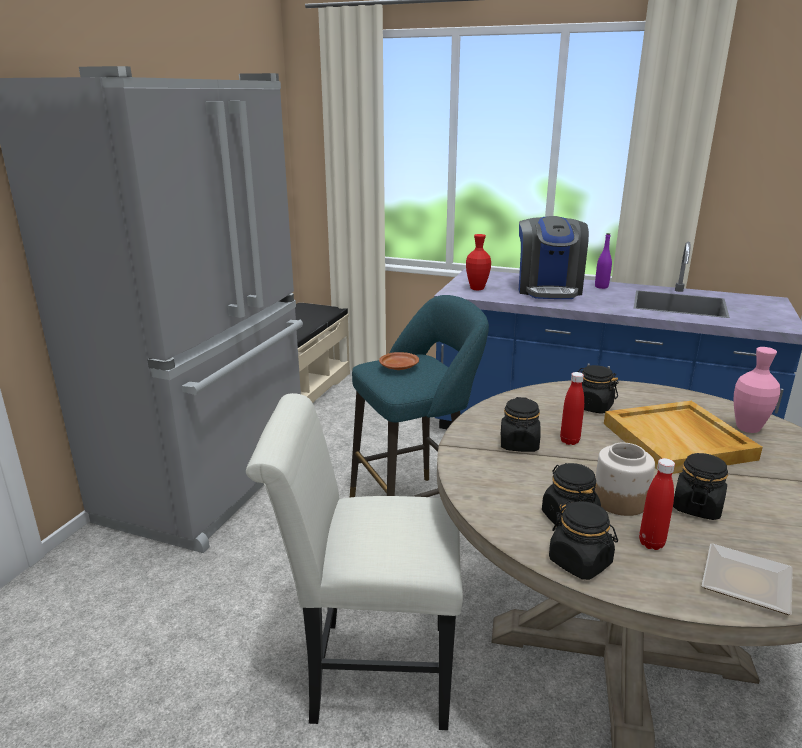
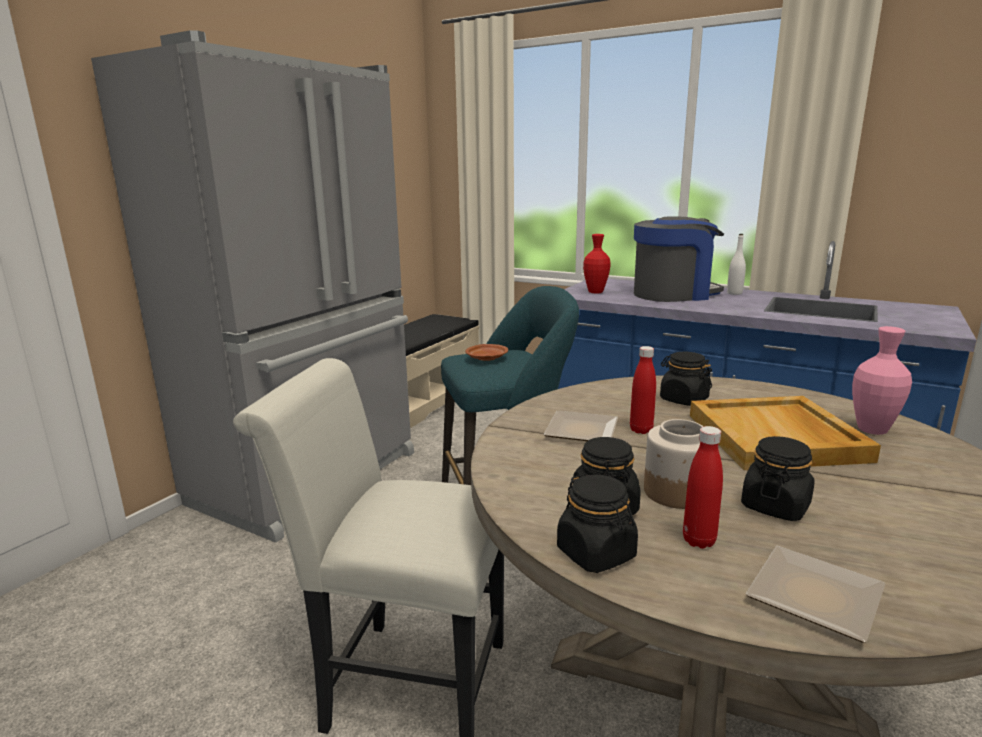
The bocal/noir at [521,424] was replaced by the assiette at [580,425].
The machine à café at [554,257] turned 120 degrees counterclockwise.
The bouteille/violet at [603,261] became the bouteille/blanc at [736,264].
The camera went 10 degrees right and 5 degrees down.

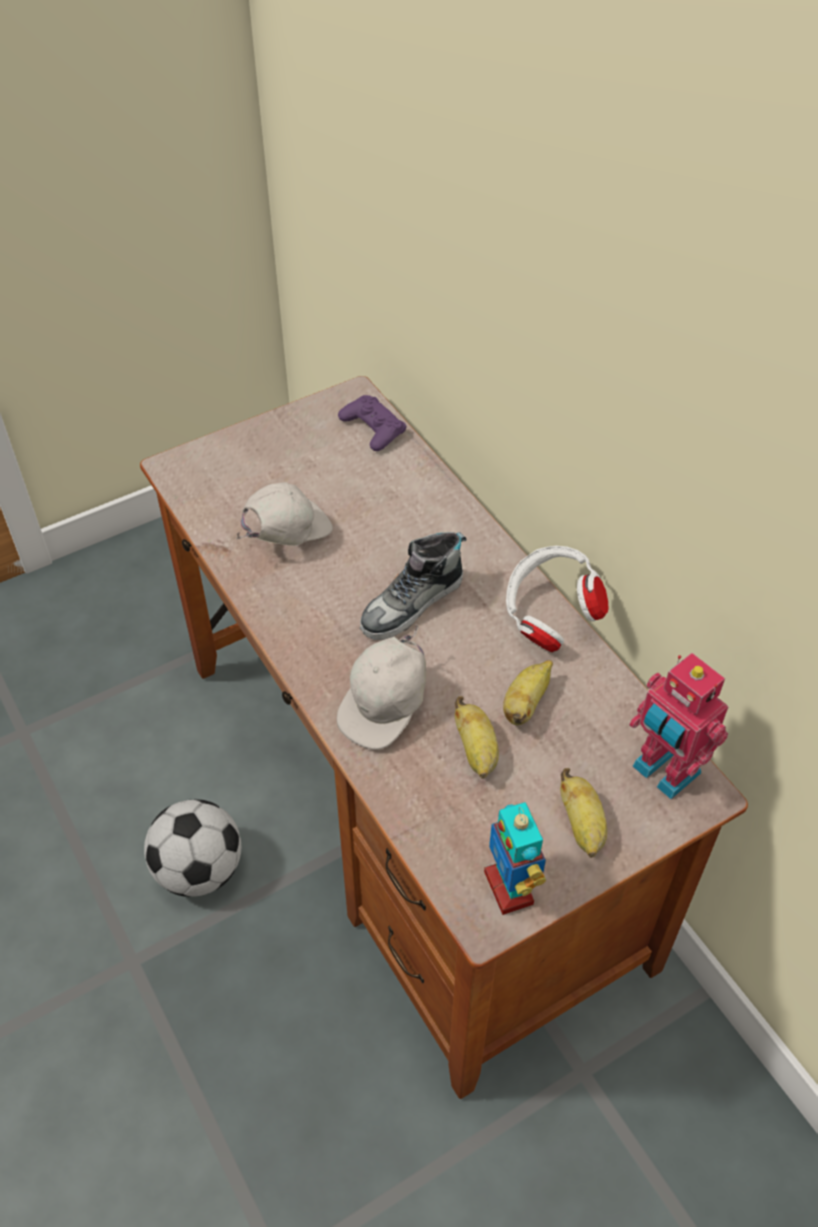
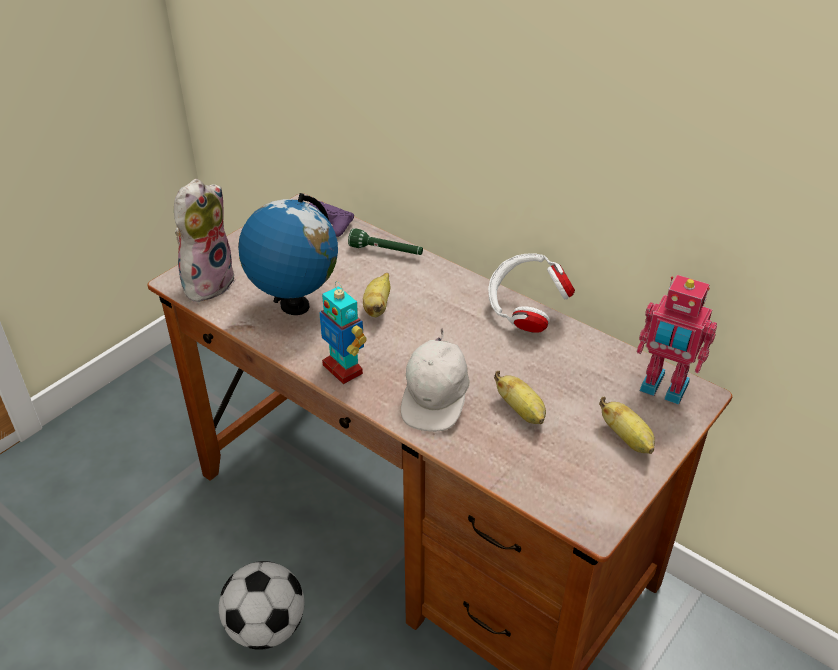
The peluche at [205,240] appeared.
The casquette/blanc at [284,514] was replaced by the globe at [288,254].
The robot jouet moved from [515,858] to [343,332].
The lampe de poche/vert at [385,241] appeared.
The banane moved from [528,692] to [376,295].
The chaussure at [413,586] disappeared.
The camera went 20 degrees left and 10 degrees down.

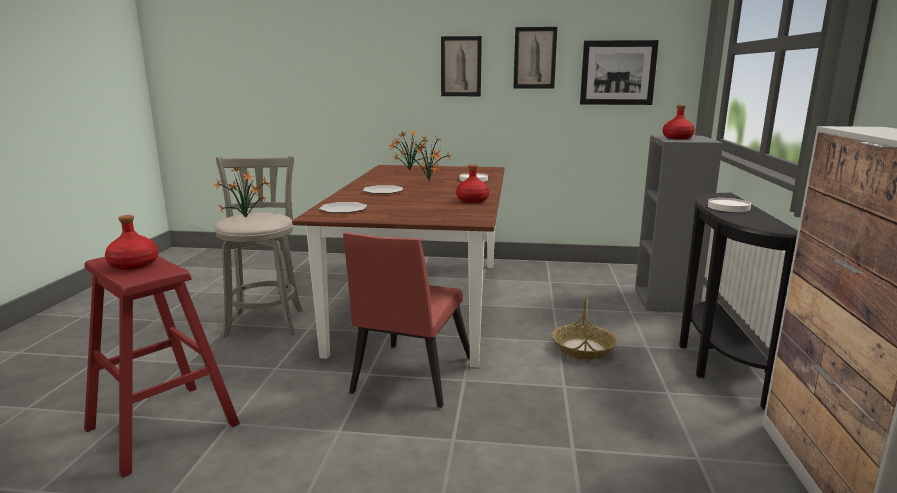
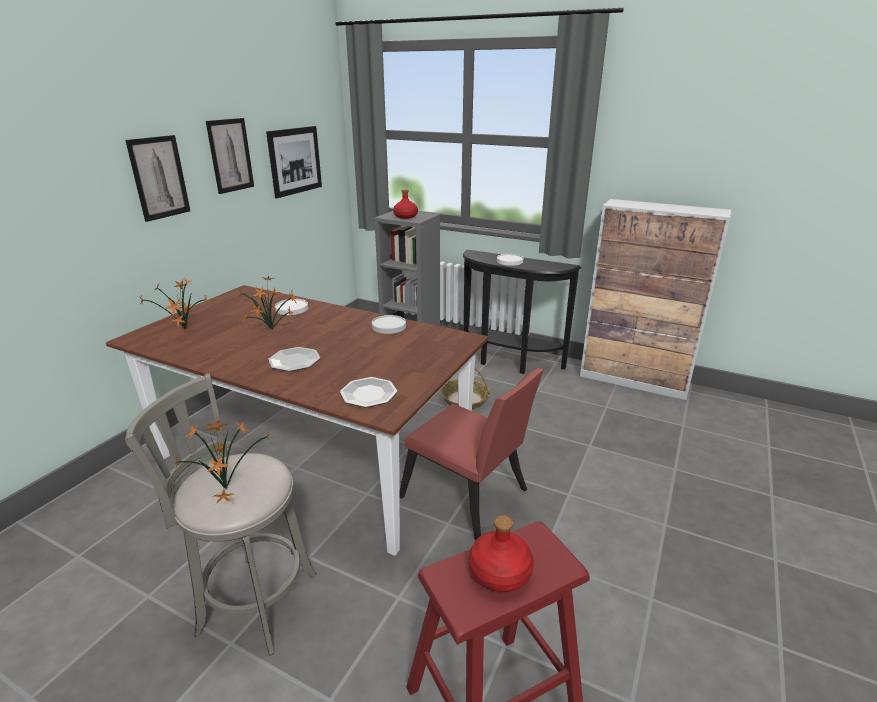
The bouteille/rouge at [472,184] was replaced by the assiette/blanc at [389,324].
The camera went 70 degrees left and 10 degrees up.

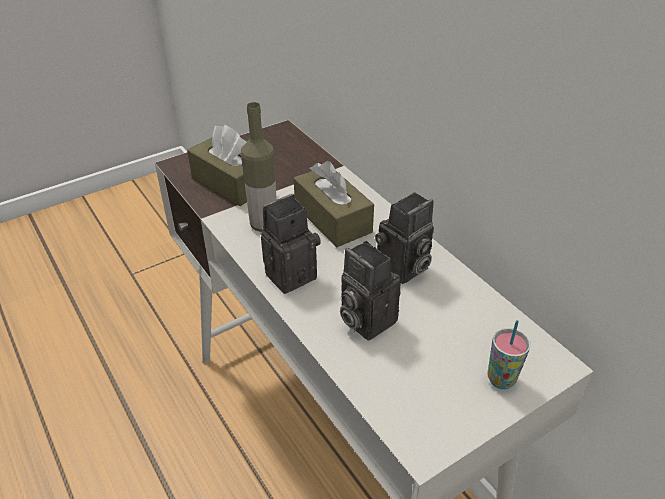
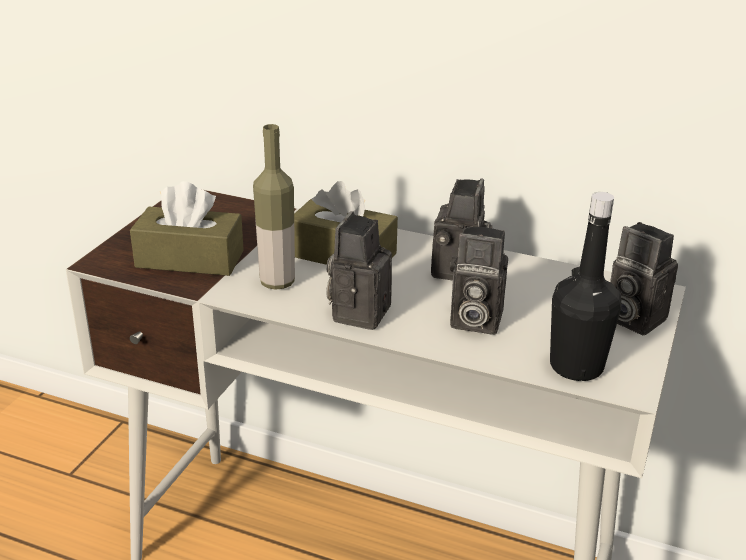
The bouteille/noir at [585,286] appeared.
The tasse at [509,354] was replaced by the appareil photo at [644,278].
The camera went 35 degrees left and 10 degrees down.

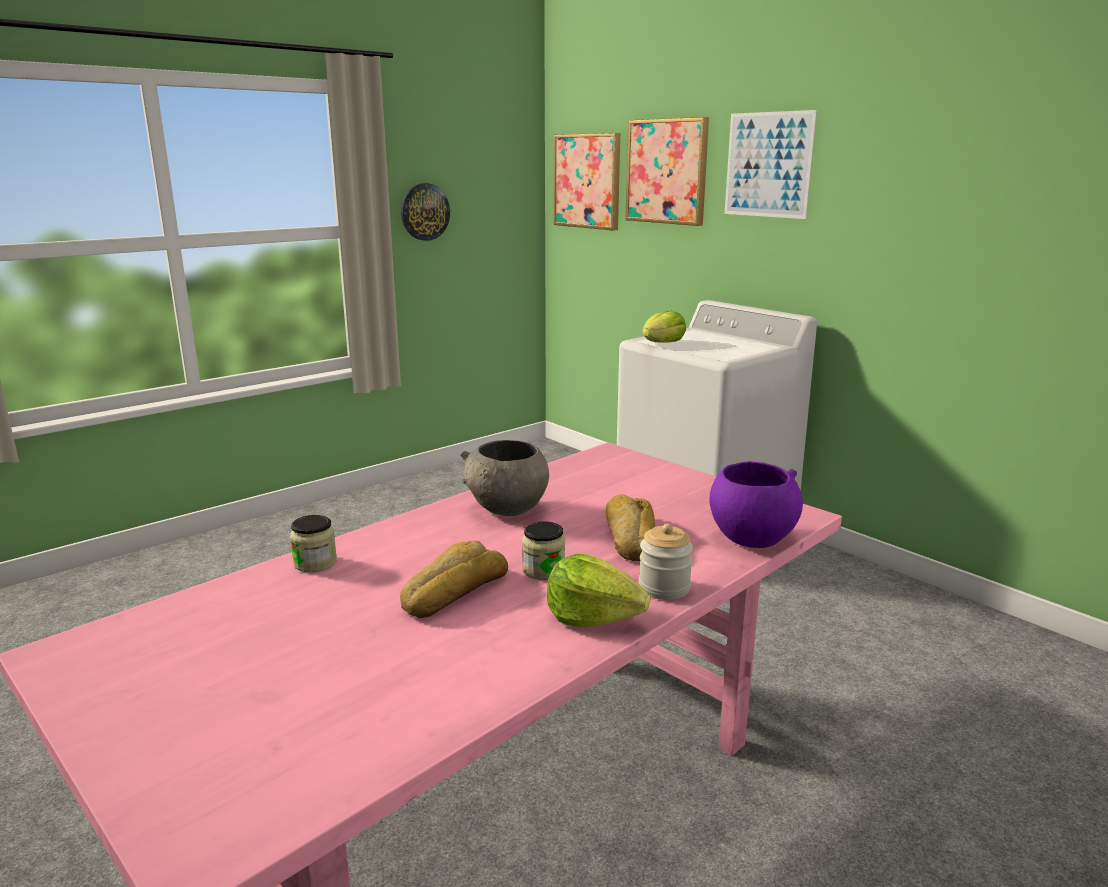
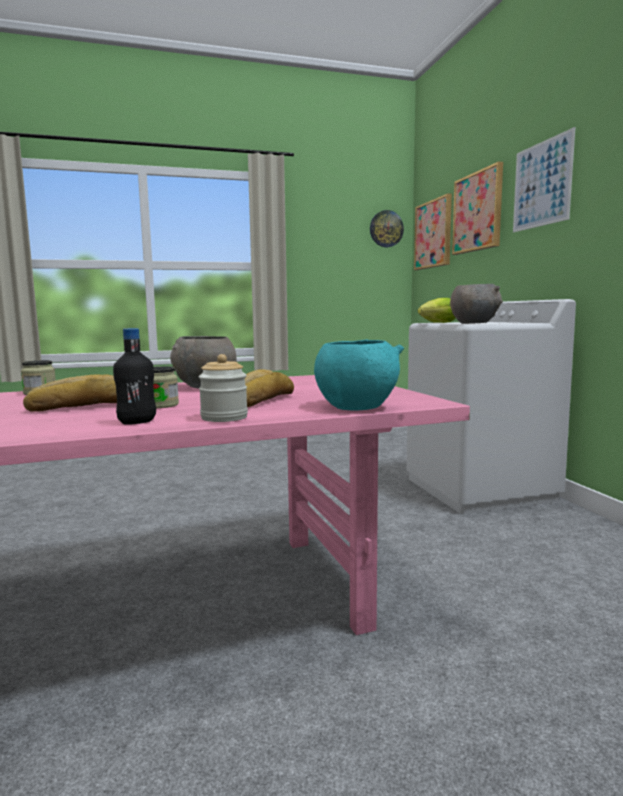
The laitue at [598,590] was replaced by the bouteille/noir at [134,376].
The bol/violet at [756,504] became the bol/turquoise at [359,375].
The horloge murale moved from [425,212] to [387,228].
The bol/gris at [476,304] appeared.
The camera went 25 degrees right and 10 degrees down.

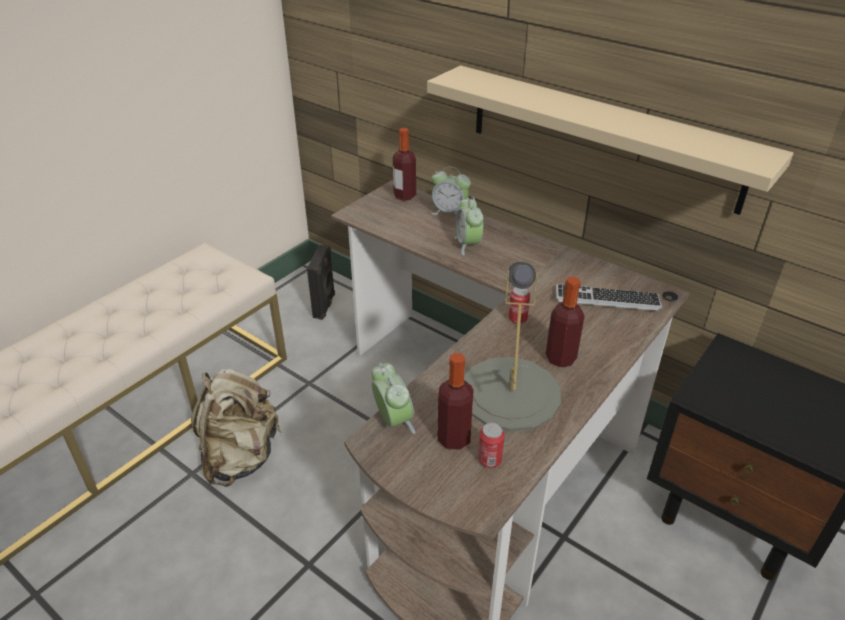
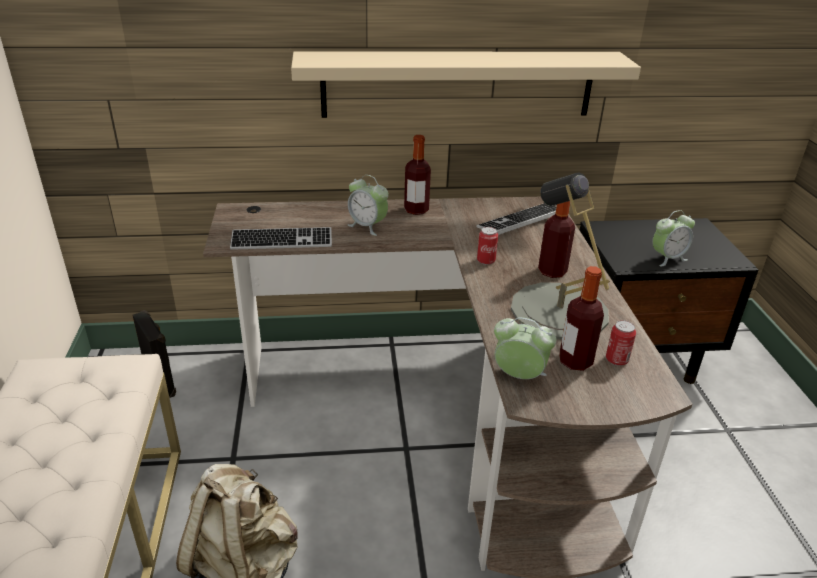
The clavier at [281,238] appeared.
The bouteille moved from [404,164] to [417,175].
The réveil moved from [451,192] to [673,238].
The camera went 45 degrees left and 5 degrees down.

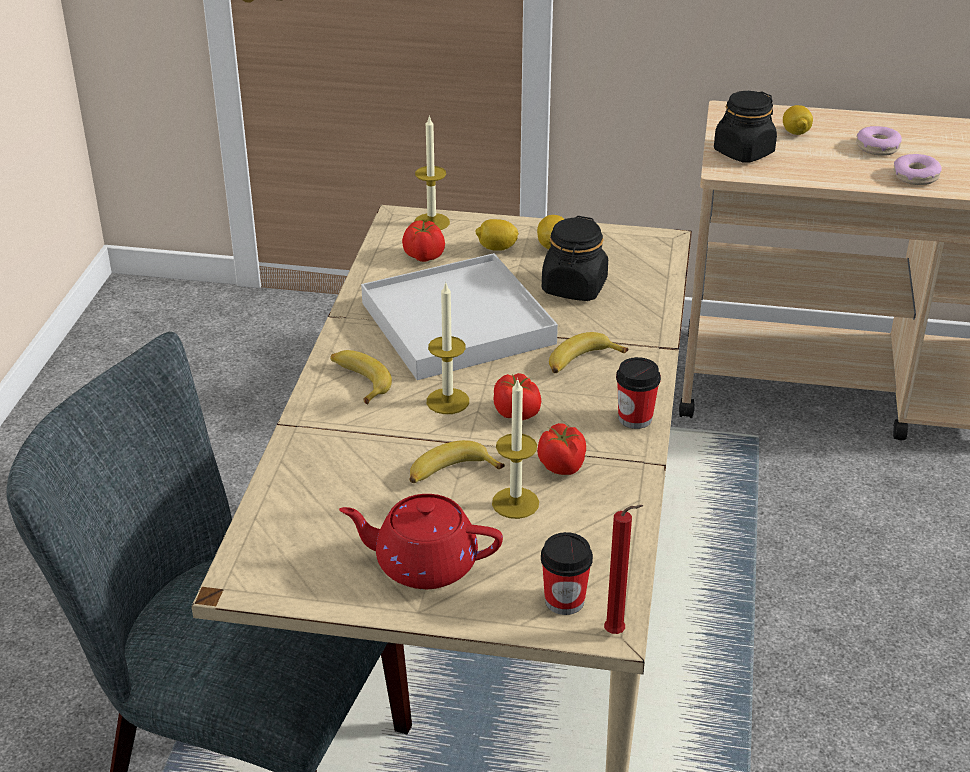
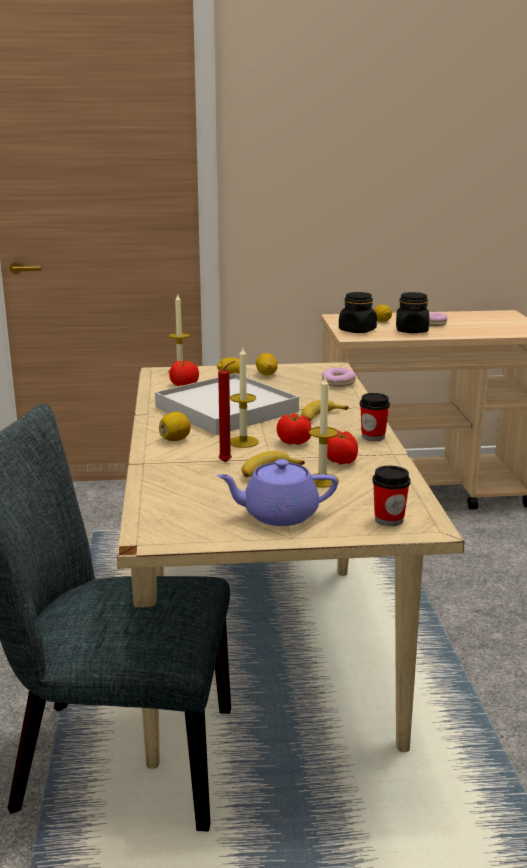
The banane at [361,377] was replaced by the citron at [175,426].
The théière/rouge at [421,541] became the théière/violet at [277,492].
The bougie/rouge moved from [623,569] to [226,411].
The beignet moved from [918,169] to [339,377].
The bocal/noir moved from [575,258] to [412,312].
The camera went 15 degrees left and 15 degrees down.

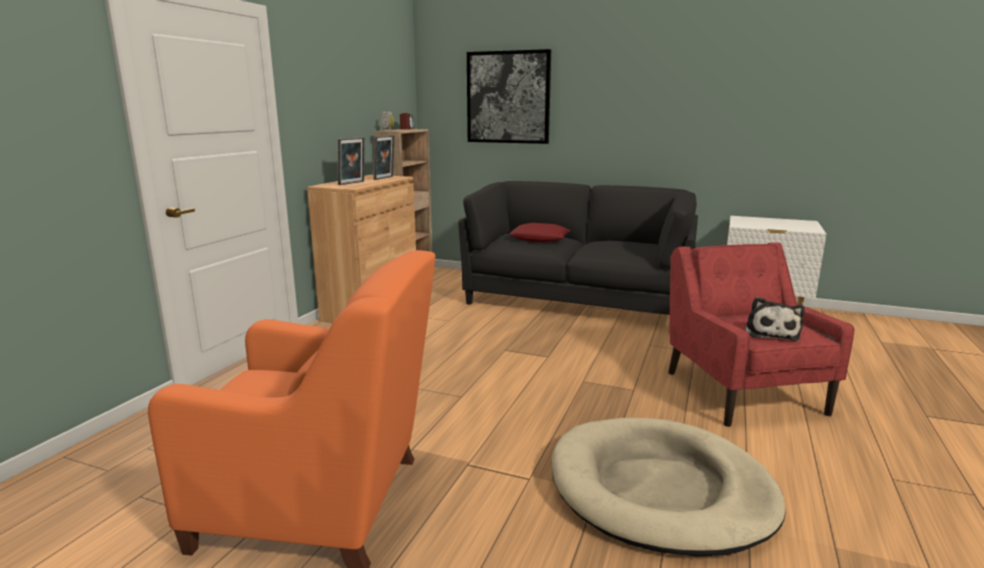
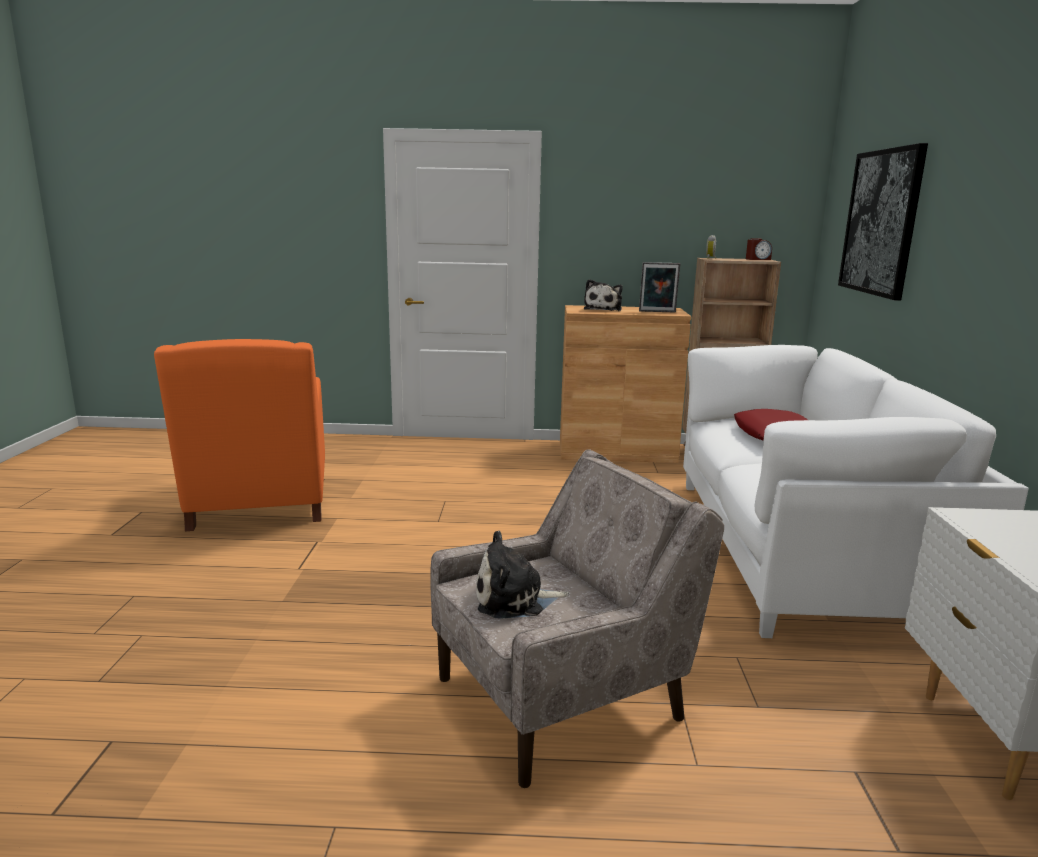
The fauteuil/rouge at [761,334] became the fauteuil/beige at [577,618].
The cadre photo at [351,161] was replaced by the peluche at [603,295].
The canapé/noir at [578,248] became the canapé/blanc at [855,491].
The panier pour chien/beige at [668,487] disappeared.
The camera went 70 degrees right and 0 degrees up.

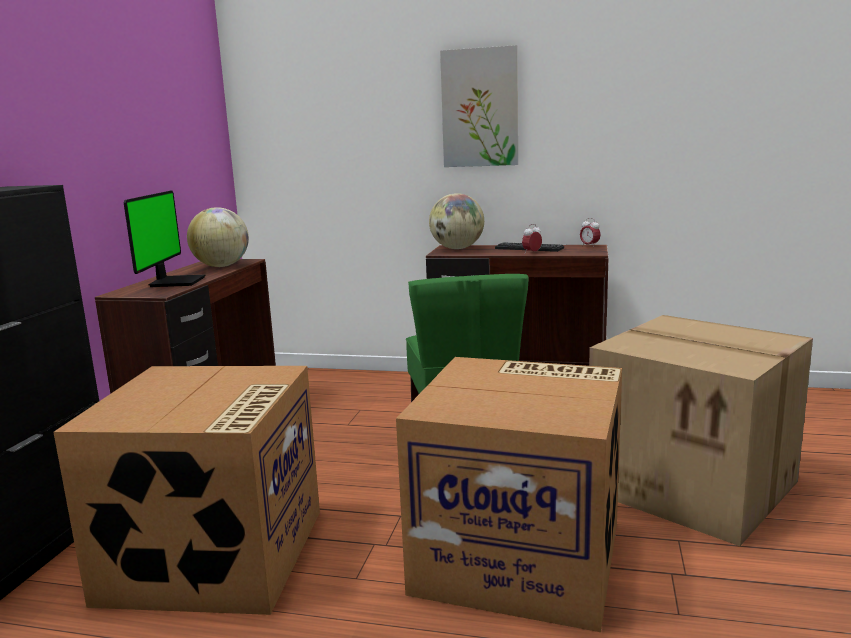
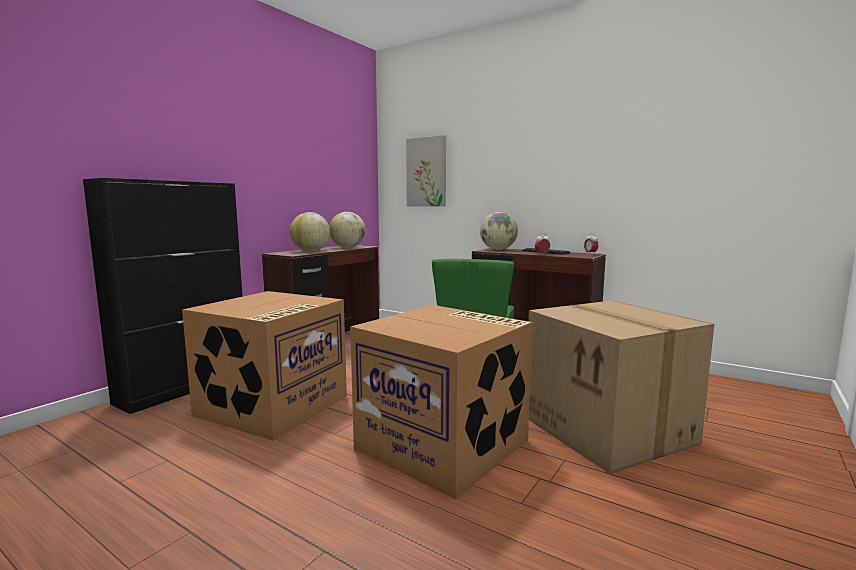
The écran d'ordinateur at [165,238] was replaced by the globe at [310,232].
The tableau moved from [479,106] to [426,170].
The camera went 20 degrees right and 5 degrees down.

